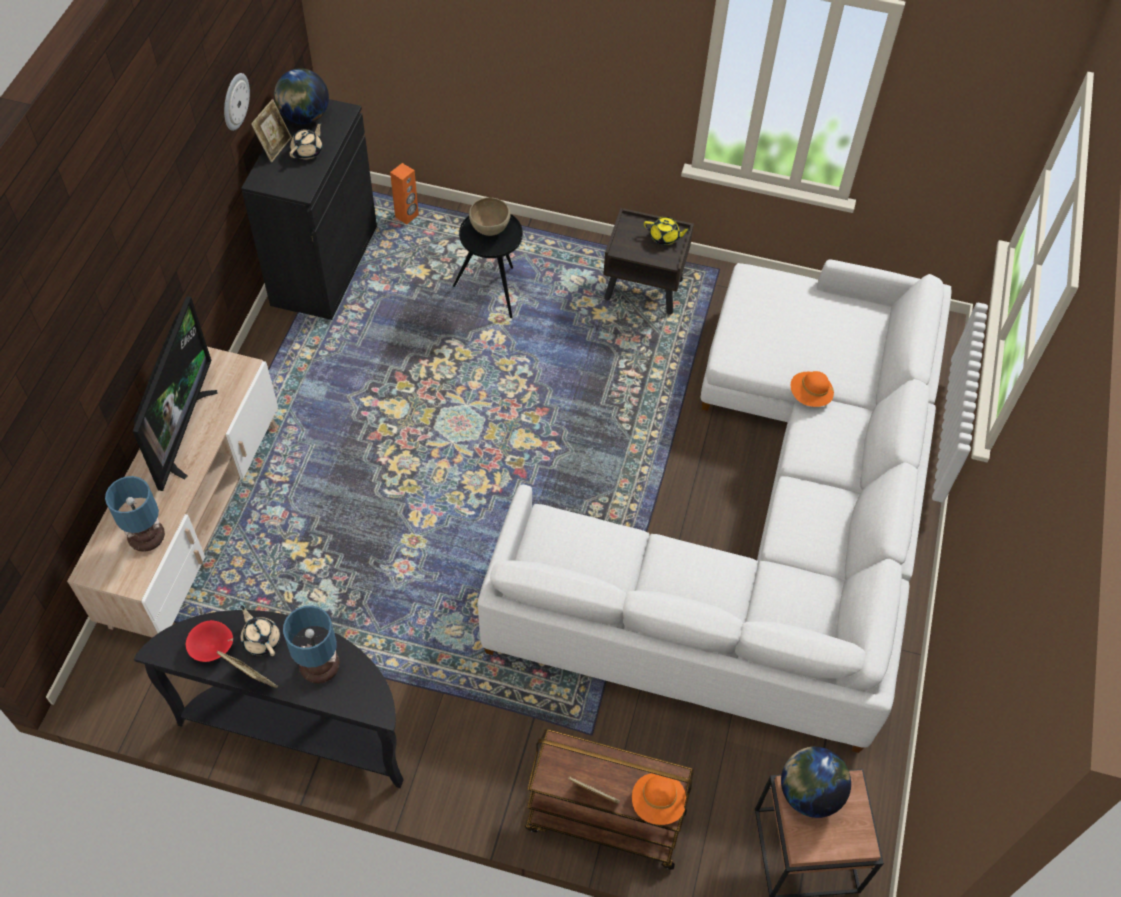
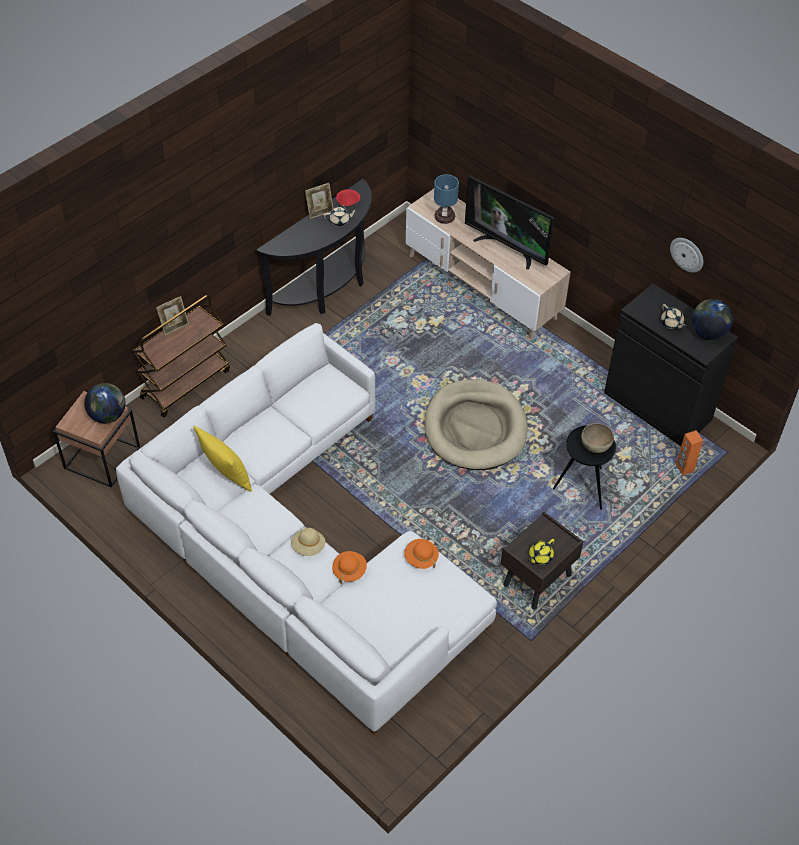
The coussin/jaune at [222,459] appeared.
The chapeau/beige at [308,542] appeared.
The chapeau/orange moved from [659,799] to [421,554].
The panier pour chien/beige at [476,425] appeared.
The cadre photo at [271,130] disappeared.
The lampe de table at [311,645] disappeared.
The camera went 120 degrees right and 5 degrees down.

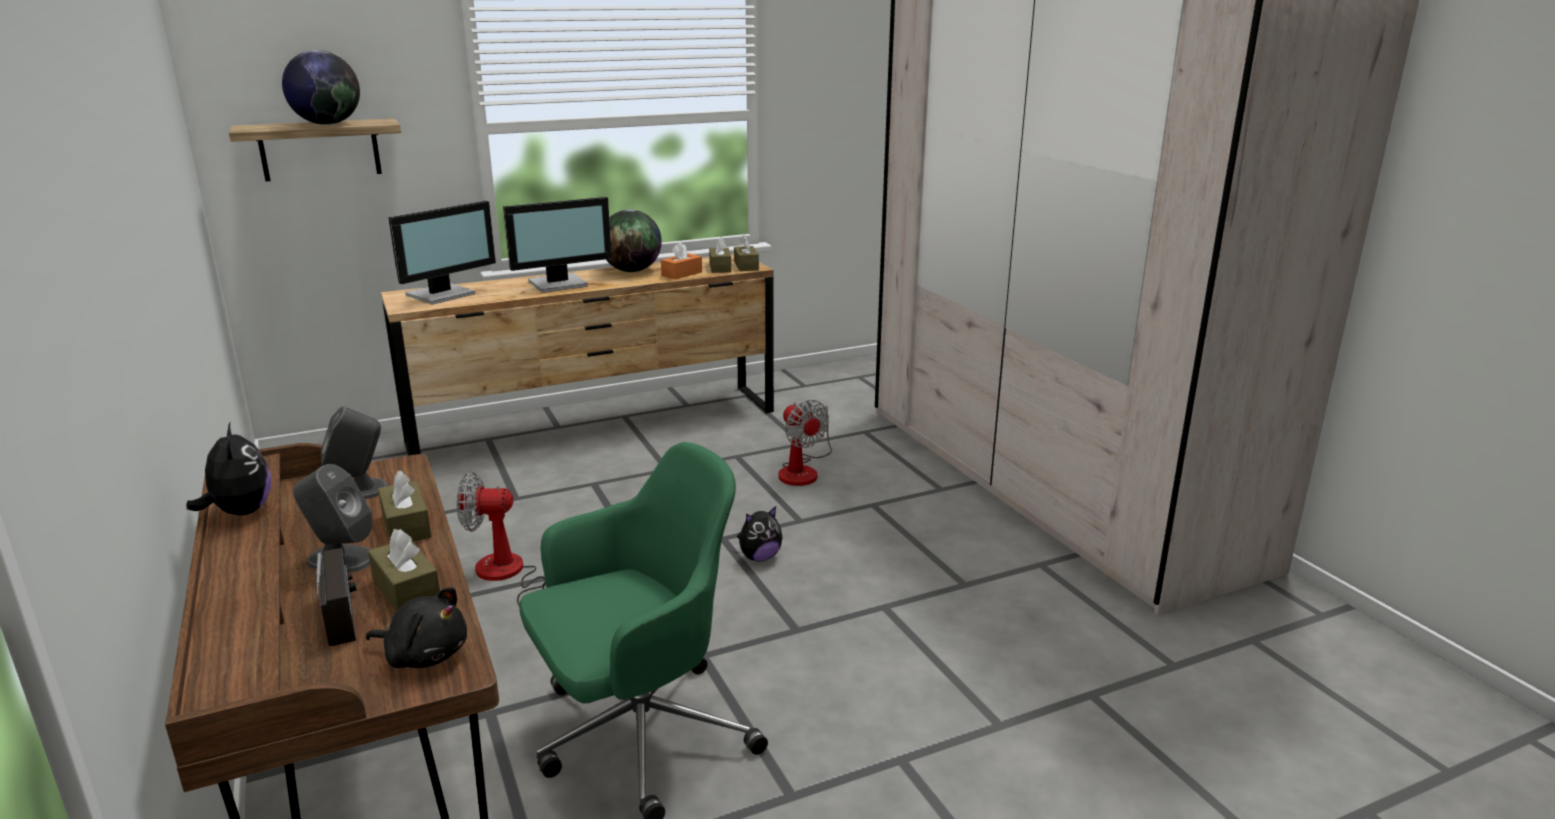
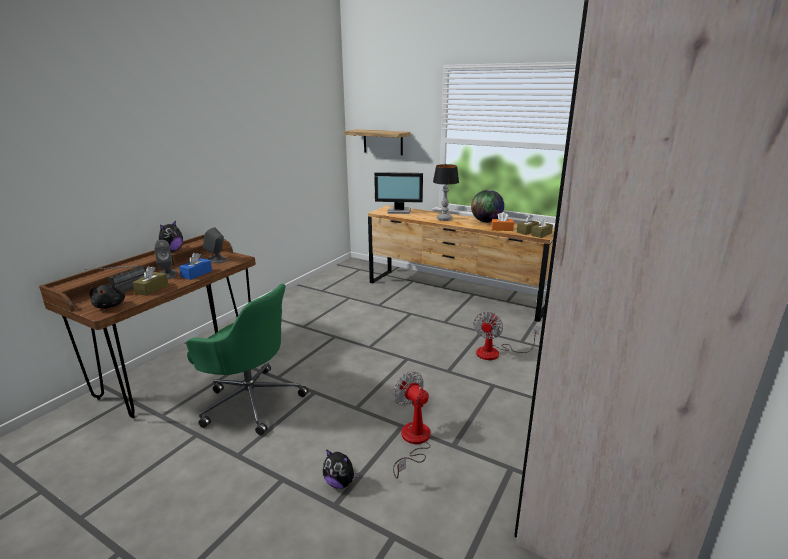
The boîte à mouchoirs/marron at [405,506] became the boîte à mouchoirs/bleu at [195,266].
The peluche moved from [759,534] to [341,469].
The ventilateur moved from [501,539] to [412,425].
The écran d'ordinateur at [557,245] was replaced by the lampe de table at [446,192].
The globe at [321,87] disappeared.
The camera went 55 degrees right and 0 degrees up.

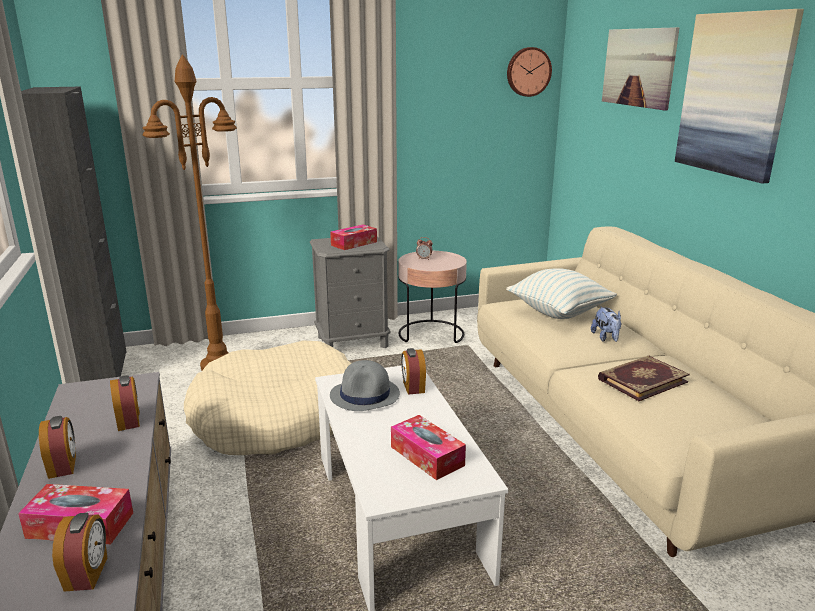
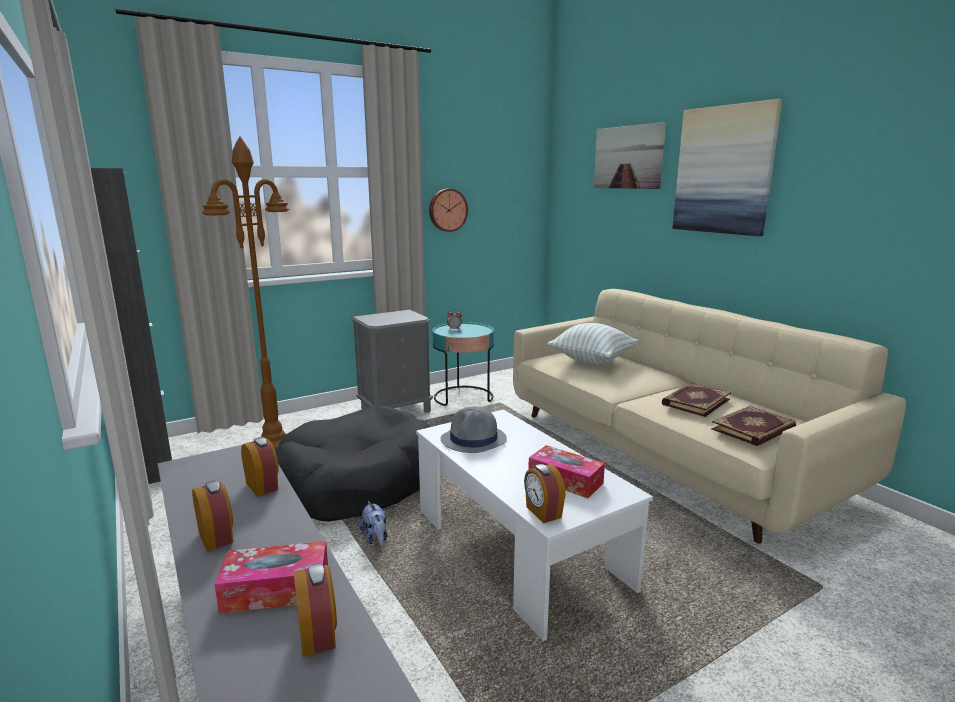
The panier pour chien/beige at [267,397] became the panier pour chien/noir at [353,464].
The peluche moved from [606,324] to [374,523].
The horloge murale moved from [529,72] to [448,210].
The table d'appoint/rose at [432,297] became the table d'appoint/turquoise at [463,364].
The réveil moved from [413,371] to [545,493].
The livre at [753,426] appeared.
The boîte à mouchoirs at [353,237] disappeared.
The camera went 15 degrees left and 5 degrees down.

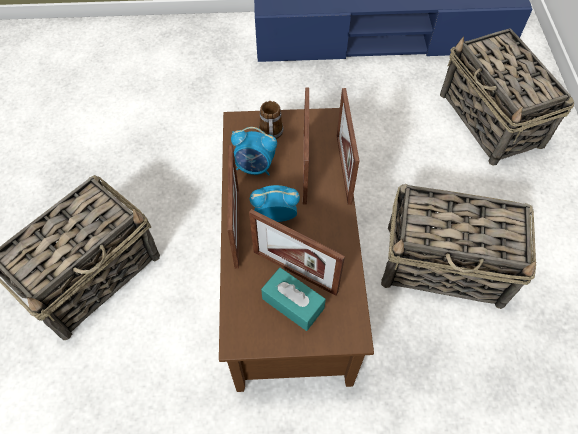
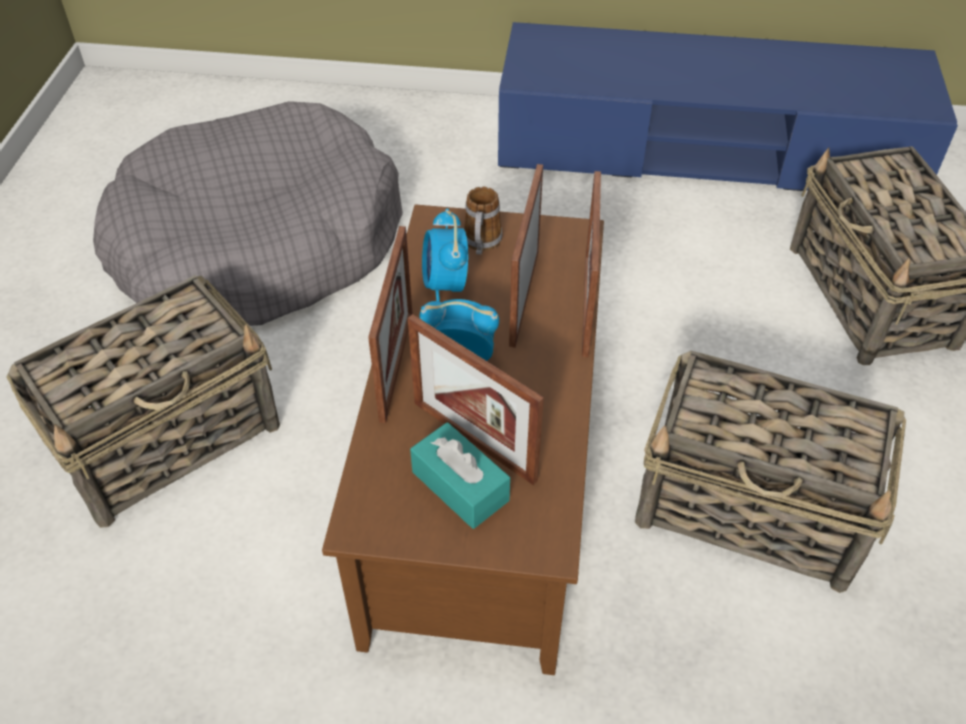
The panier pour chien/gris at [248,213] appeared.
The réveil at [254,151] turned 60 degrees clockwise.
The camera went 10 degrees right and 10 degrees down.

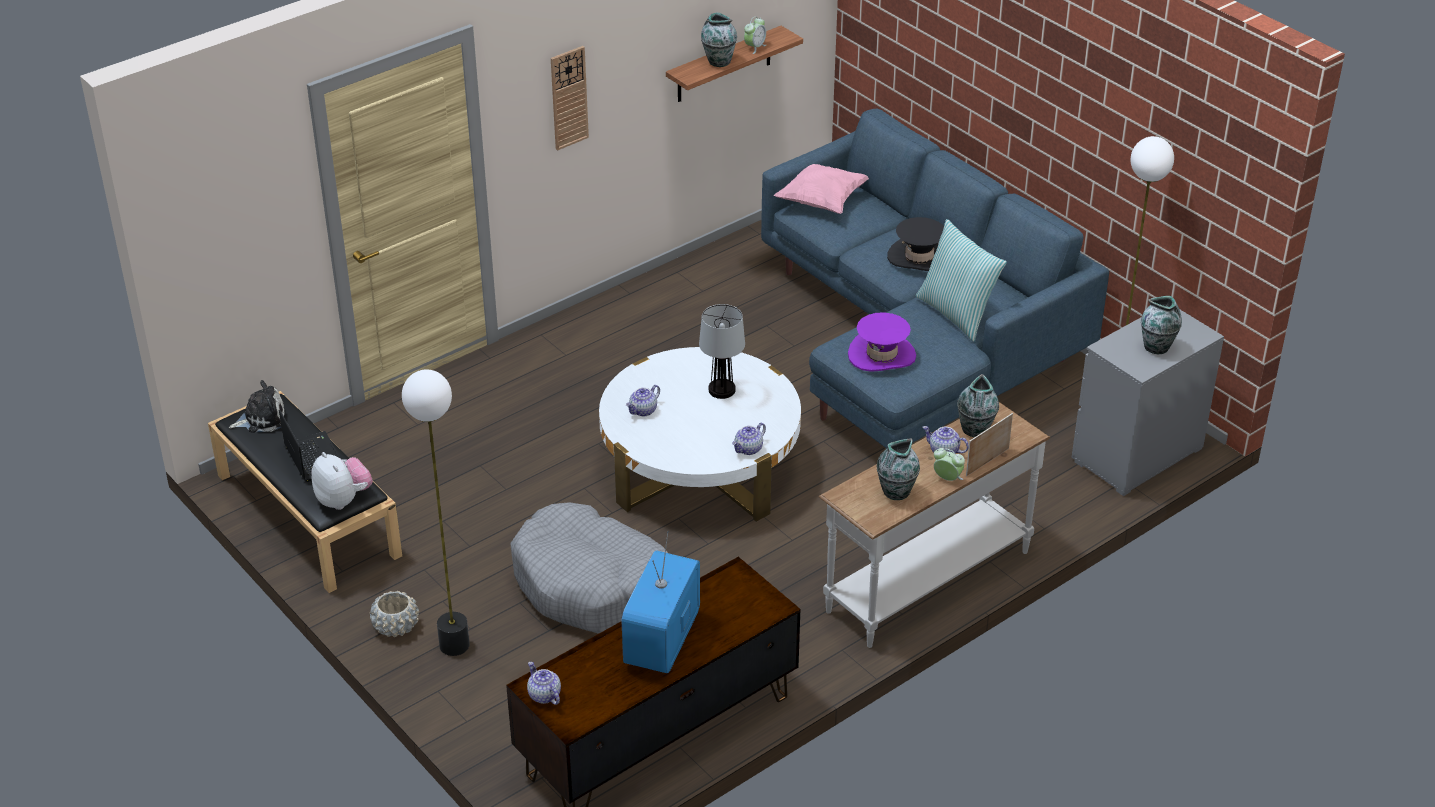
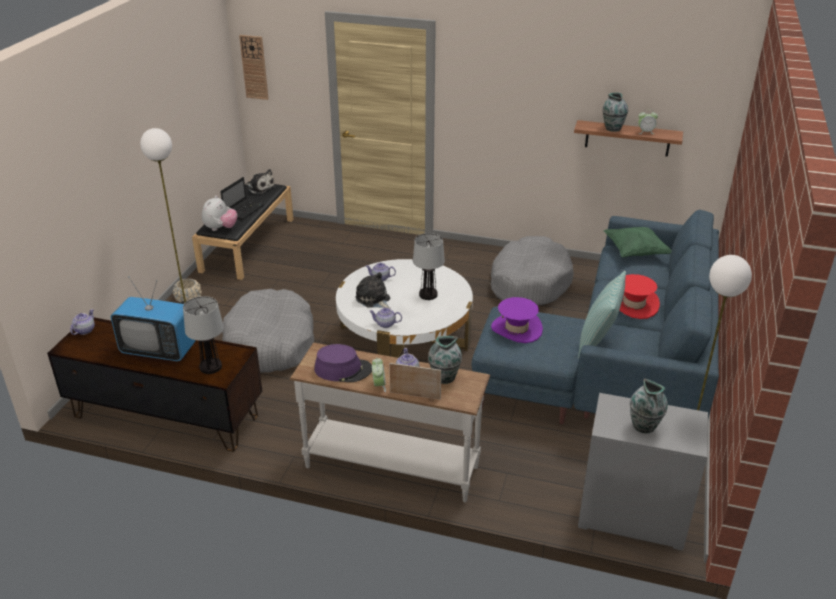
The téléviseur at [660,602] turned 150 degrees counterclockwise.
The lampe de table at [203,335] appeared.
The horloge murale moved from [570,98] to [253,67].
The vase at [898,469] was replaced by the chapeau/violet at [343,363].
The peluche at [373,290] appeared.
The panier pour chien/gris at [532,270] appeared.
The coussin/rose at [821,189] became the coussin/vert at [637,242].
The chapeau/noir at [915,244] became the chapeau/rouge at [639,296].
The camera went 55 degrees right and 5 degrees down.

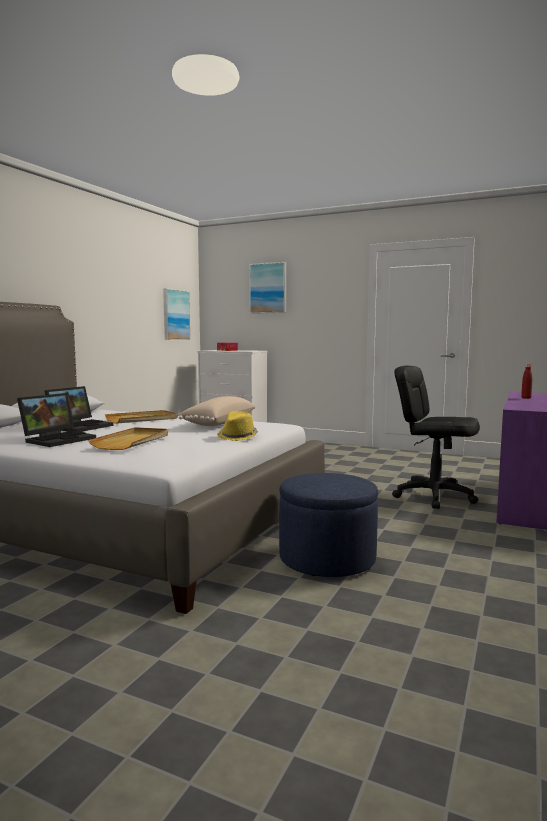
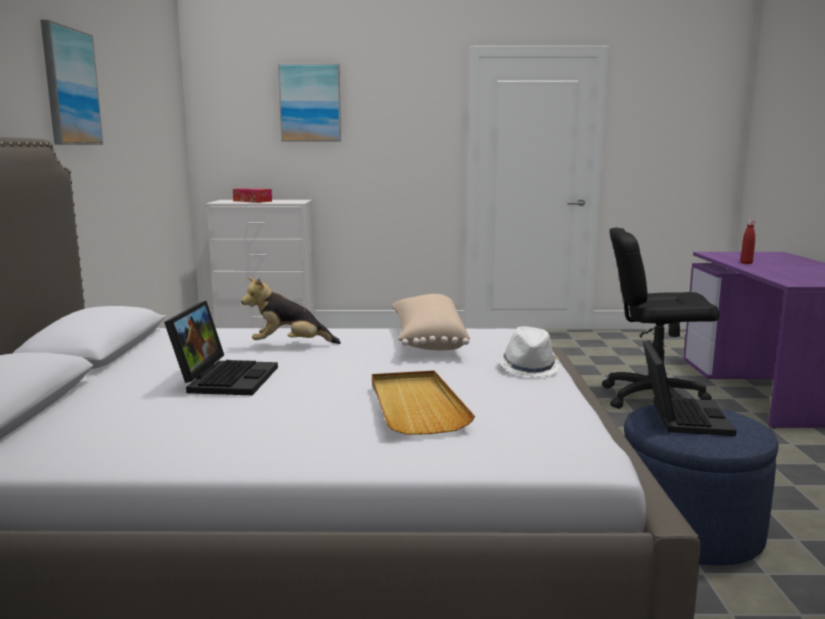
The tableau moved from [176,314] to [72,82].
The plateau/beige at [141,417] was replaced by the peluche at [291,310].
The chapeau/jaune at [237,426] became the chapeau/blanc at [529,352].
The ordinateur portable moved from [56,420] to [689,388].
The camera went 25 degrees left and 5 degrees up.

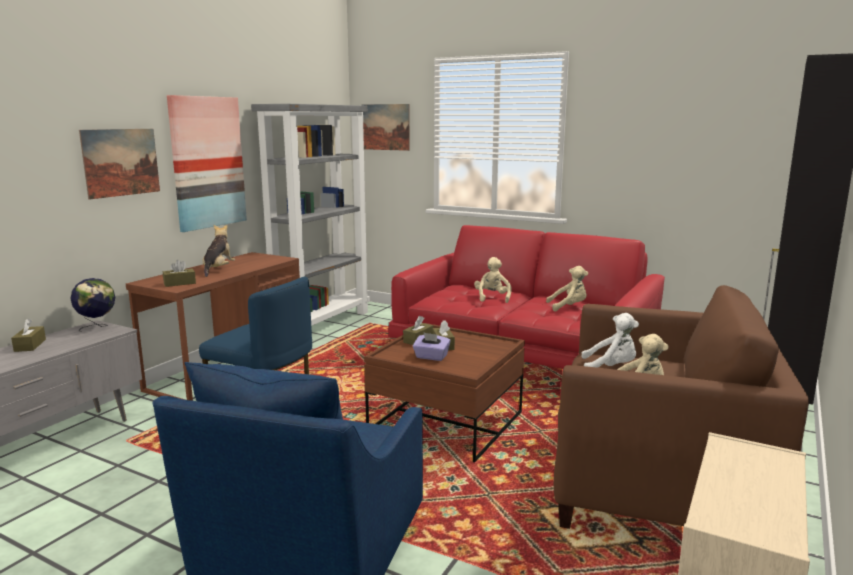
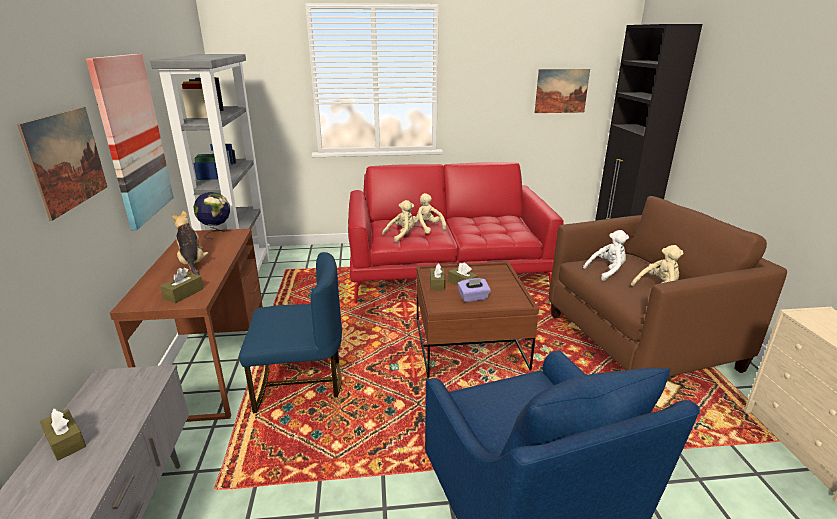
The globe moved from [92,305] to [211,215].
The peluche/beige moved from [567,289] to [398,221].
The tableau moved from [386,127] to [562,91].
The camera went 35 degrees left and 10 degrees up.

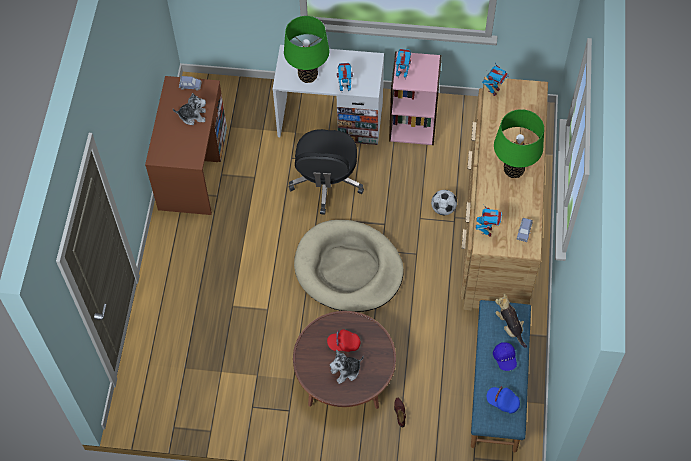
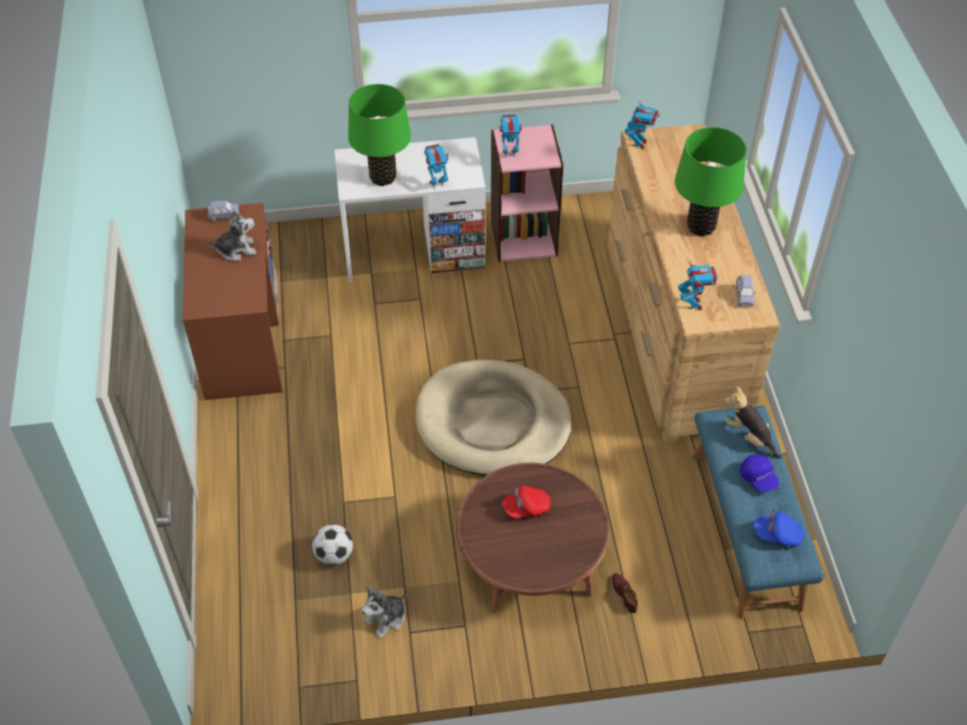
The ballon de foot moved from [444,202] to [332,544].
The peluche moved from [347,366] to [384,612].
The chaise de bureau/noir at [326,172] disappeared.
The camera went 15 degrees left and 10 degrees down.

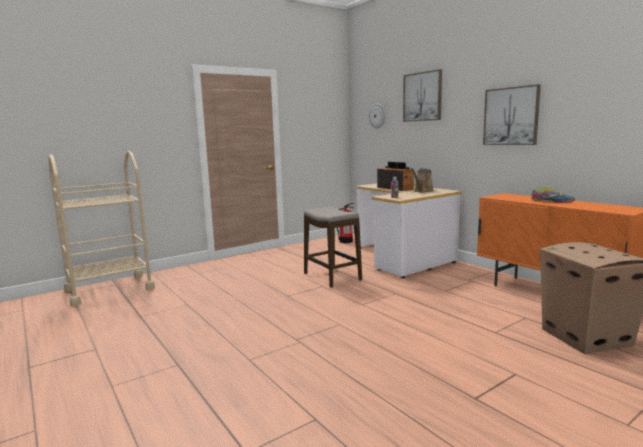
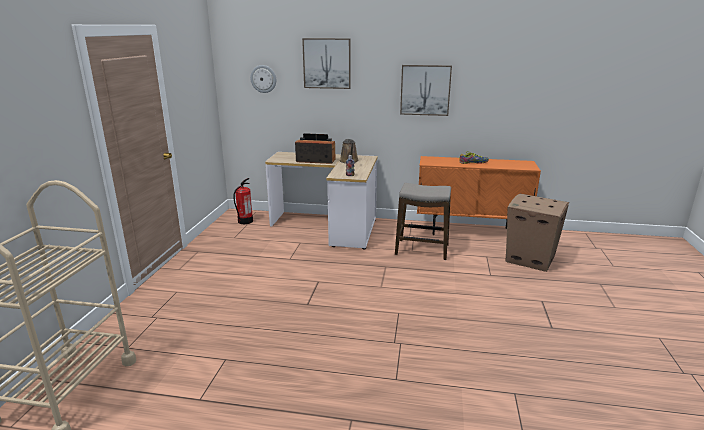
The tabouret moved from [333,247] to [423,221].
The camera went 45 degrees left and 10 degrees up.

